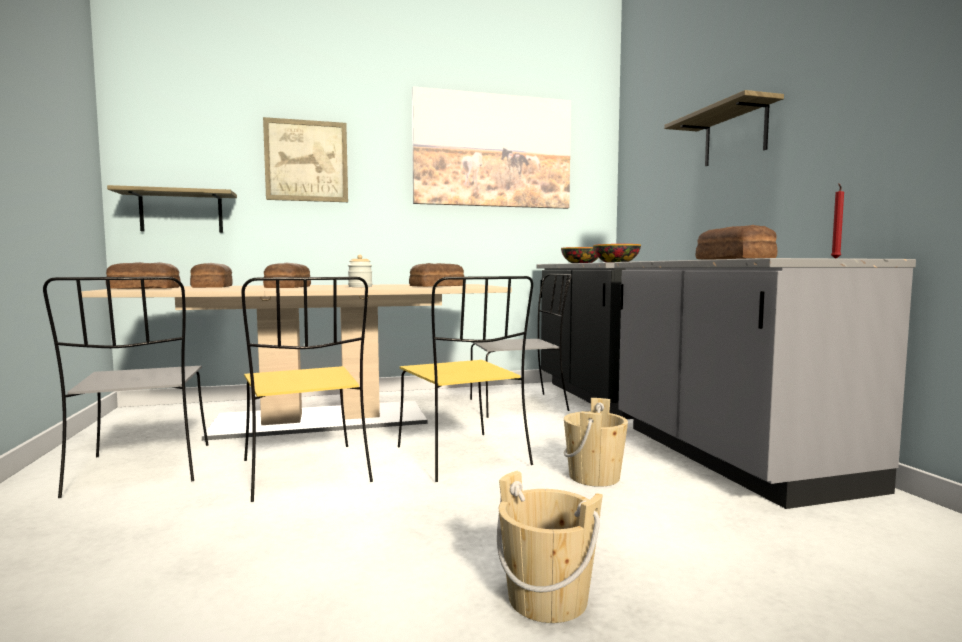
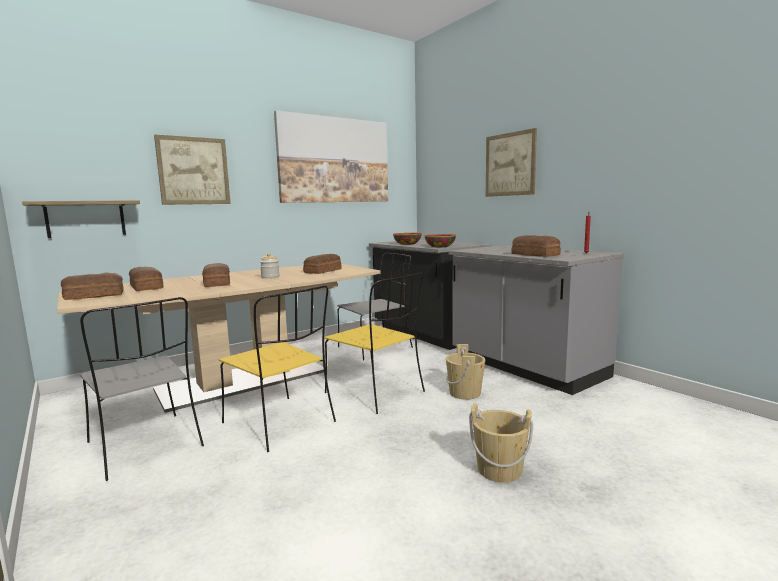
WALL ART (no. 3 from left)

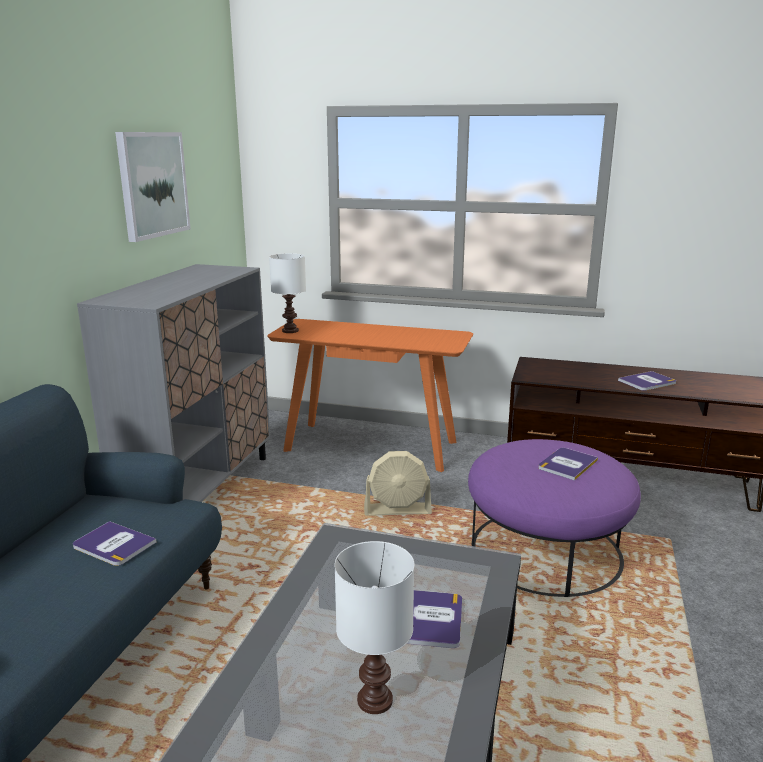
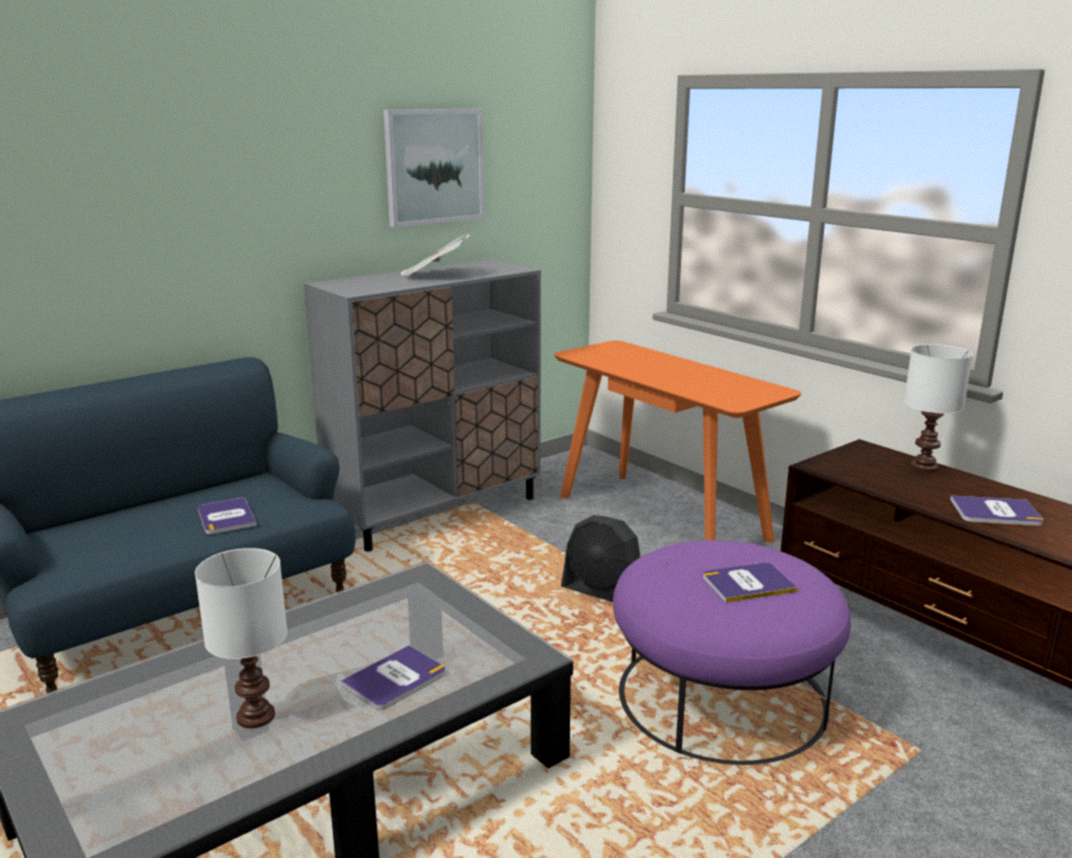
NEWSPAPER; WHITISH LAMP FOR A TABLE (no. 2 from left); BLACK-COLOURED ELECTRIC FAN

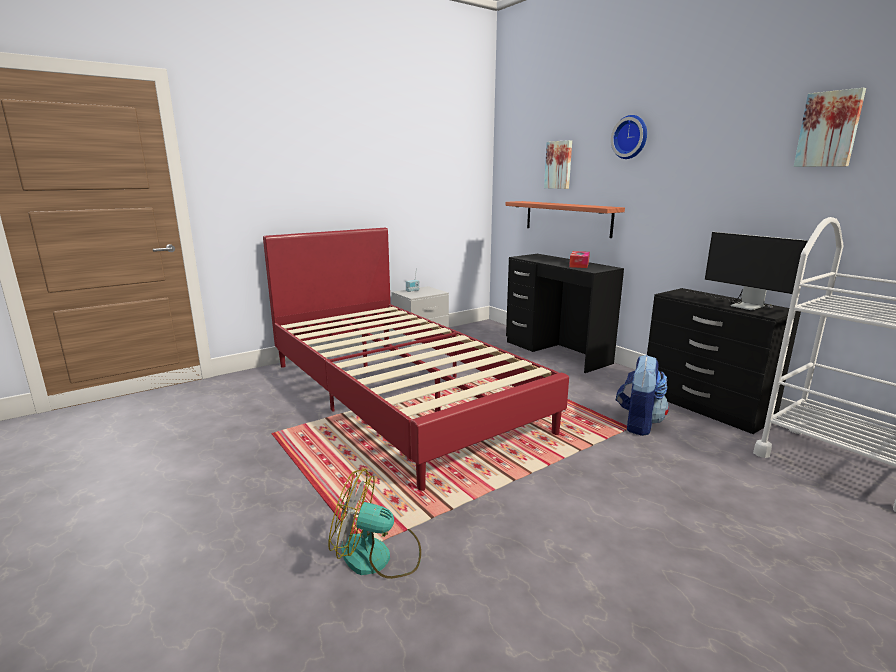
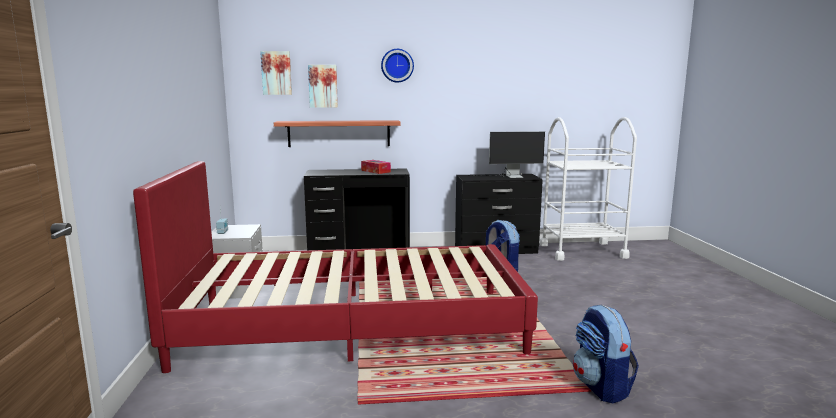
WALL ART (no. 1 from left); KNAPSACK (no. 2 from left)

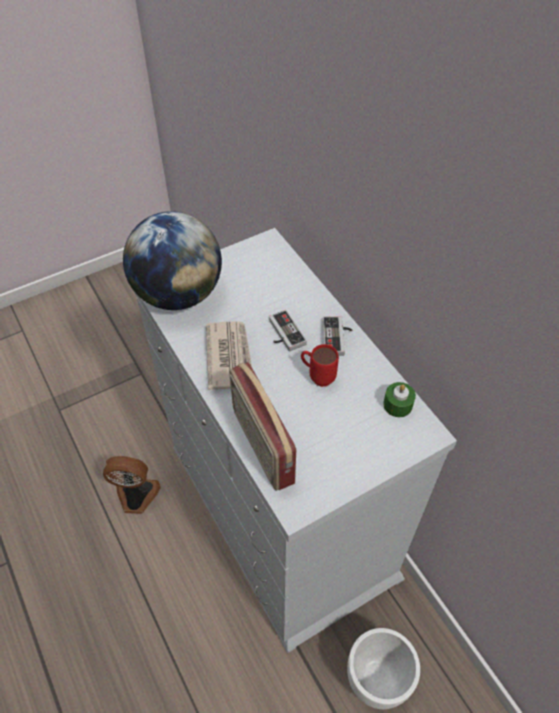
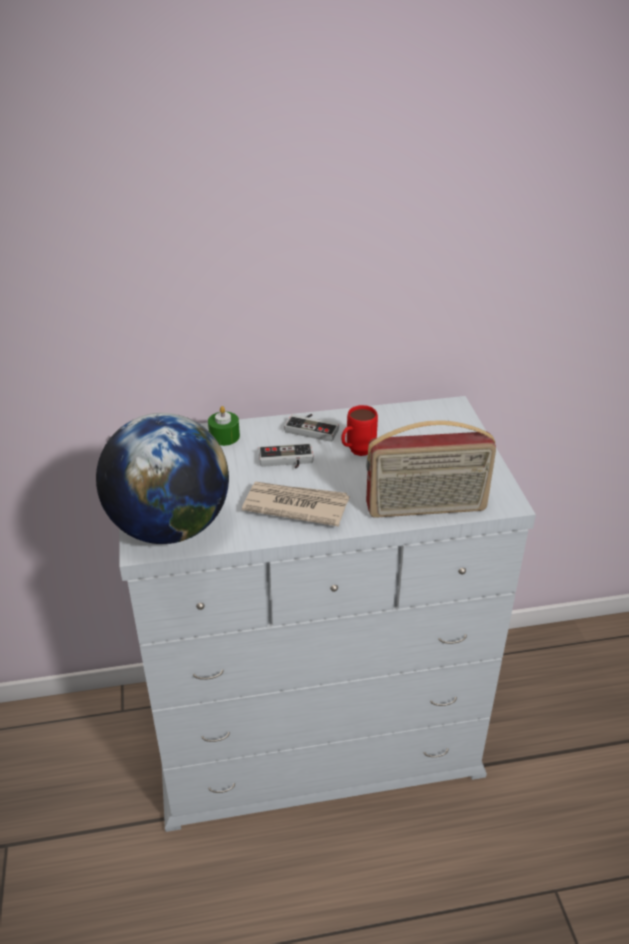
ELECTRIC FAN; WHITISH FLOWER POT; GREEN-COLOURED WAX LIGHT

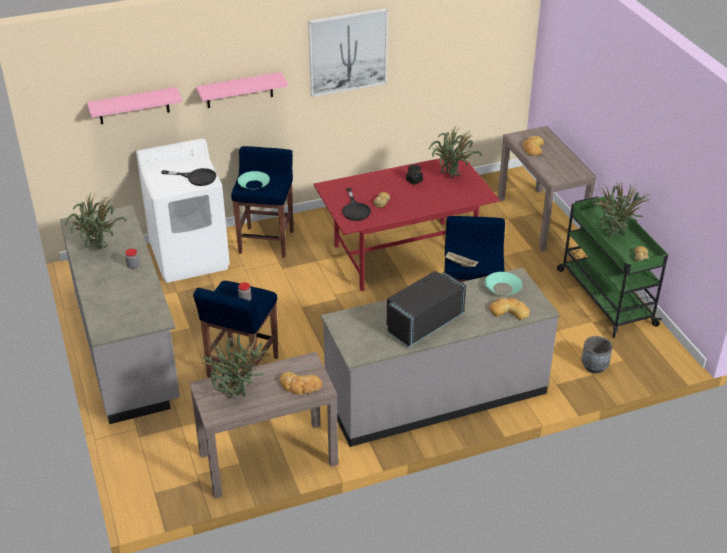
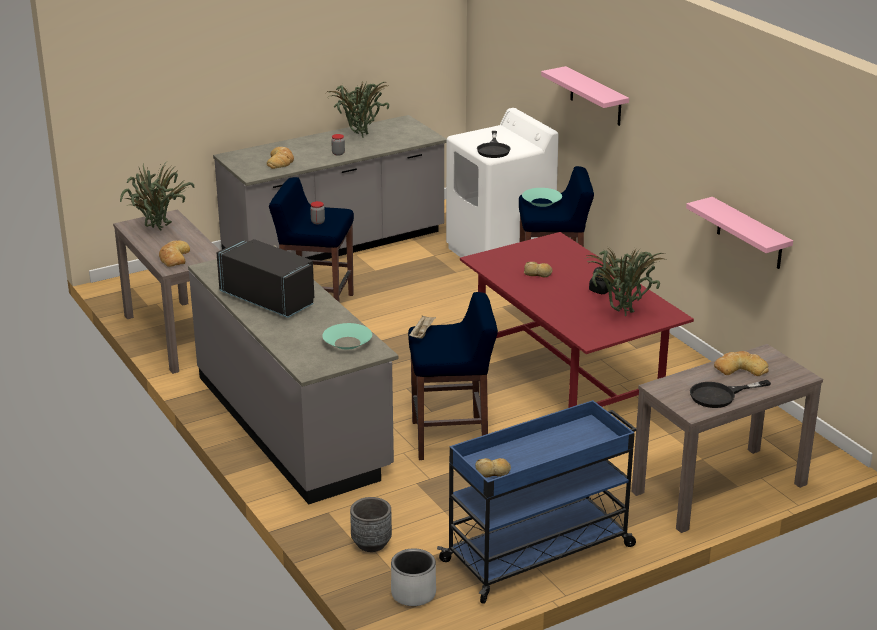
WALL ART; HOUSEPLANT (no. 4 from left in the first image); GRAY FLOWER POT (no. 2 from left); PINK-COLOURED SHELF (no. 2 from left); BLACK-COLOURED FRYING PAN (no. 2 from left); BAKED BREAD (no. 2 from left); BLUISH WHEELED CART

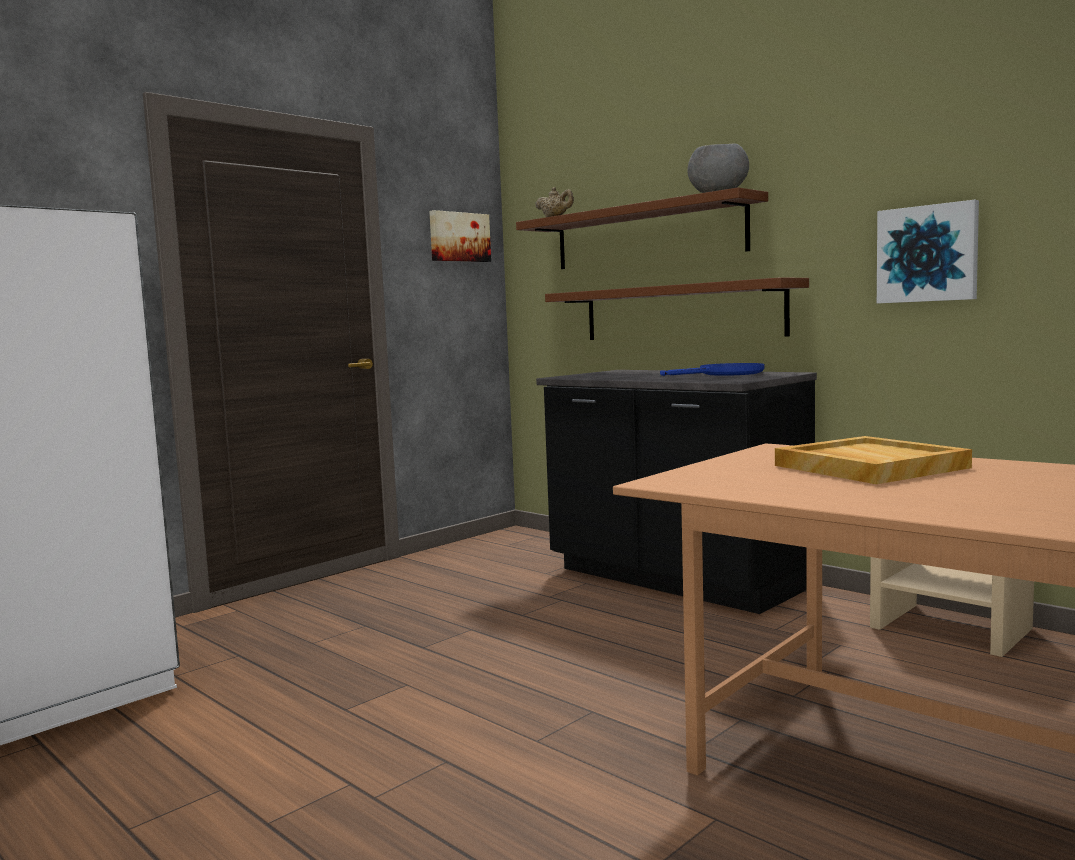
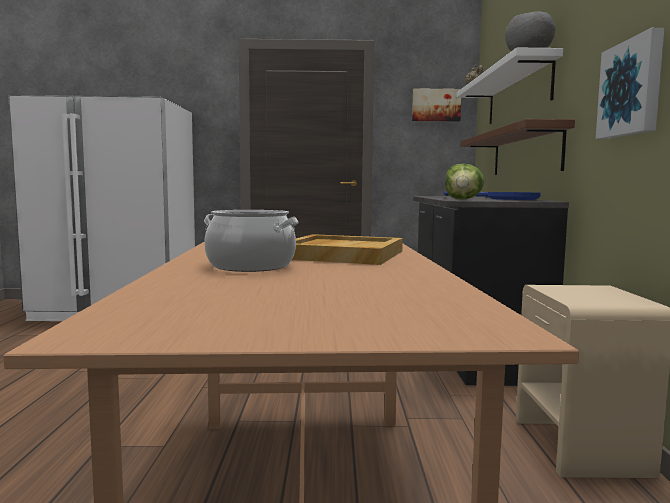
STOCKPOT; LETTUCE; WHITISH SHELF

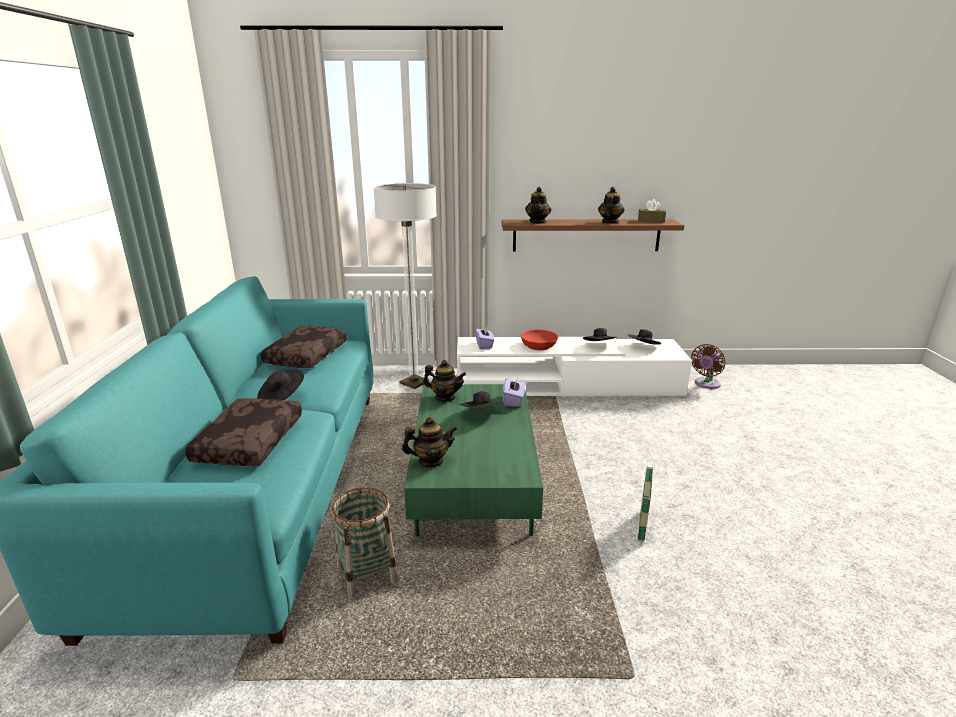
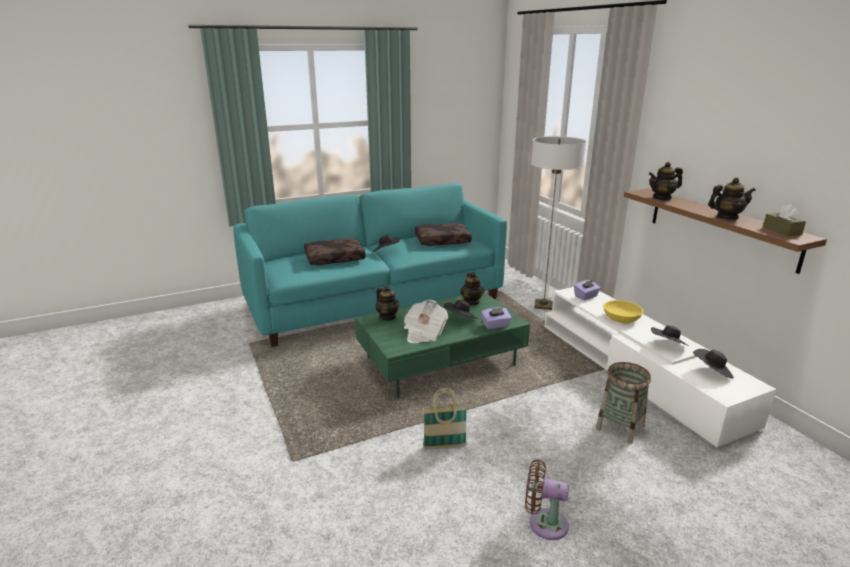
NEWSPAPER; BASKET (no. 2 from left); BROWNISH ELECTRIC FAN; YELLOW SERVING BOWL

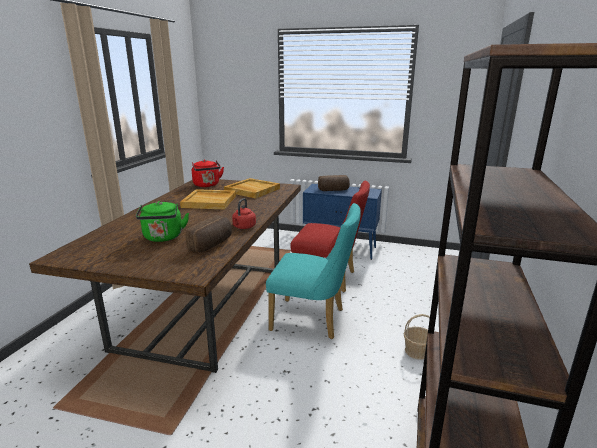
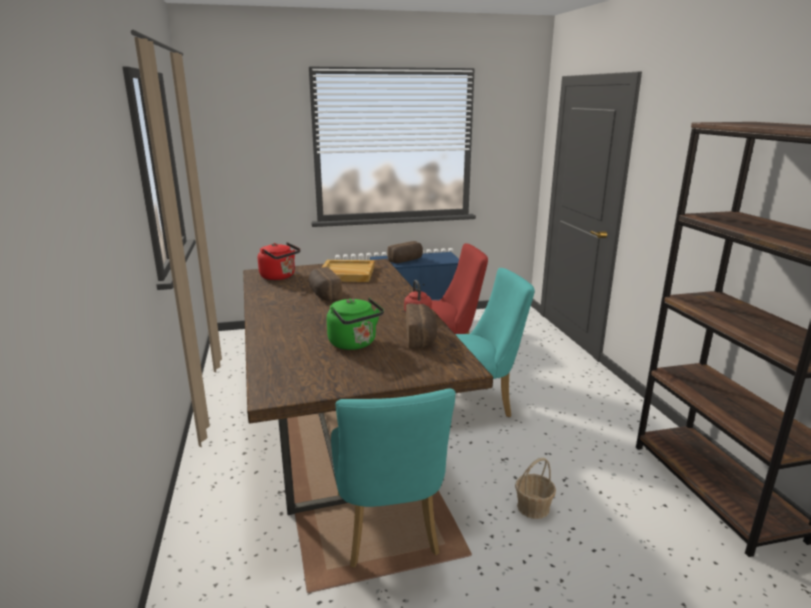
BLUE-GREEN PLAIN CHAIR (no. 1 from left); BASKET; BAKED BREAD (no. 1 from left)

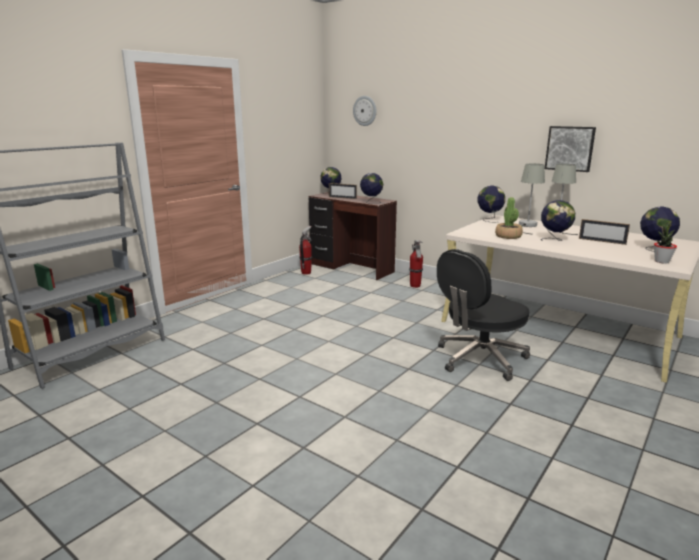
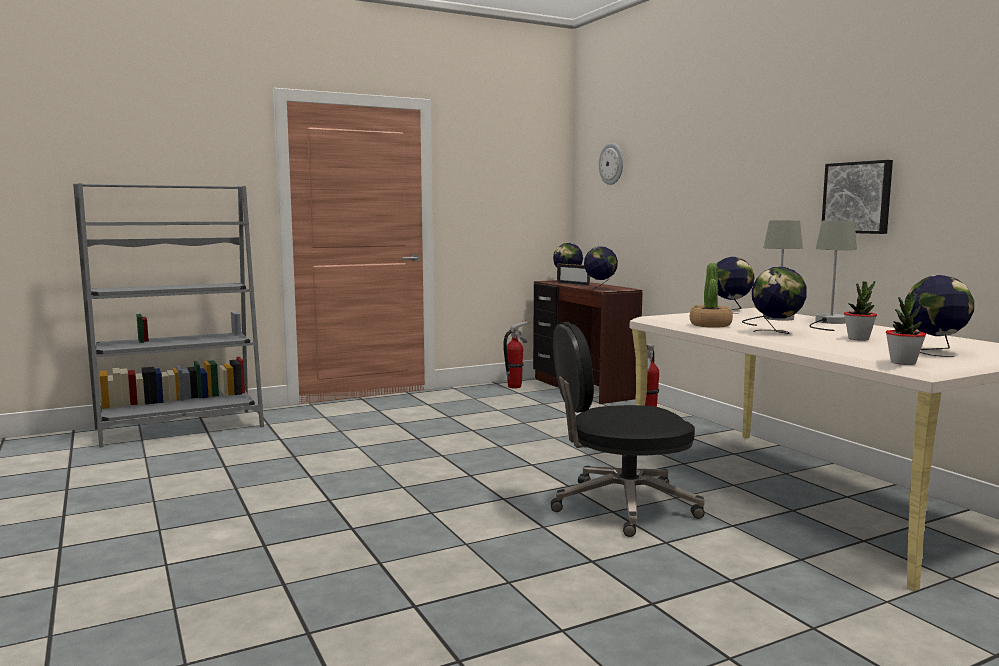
HOUSEPLANT (no. 2 from left)

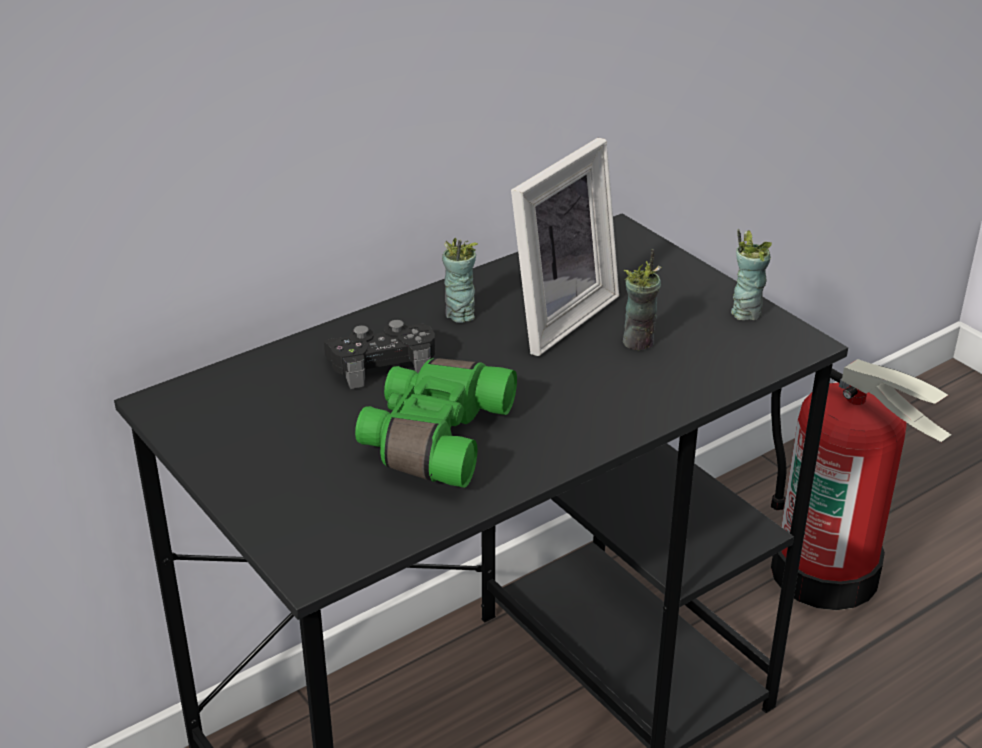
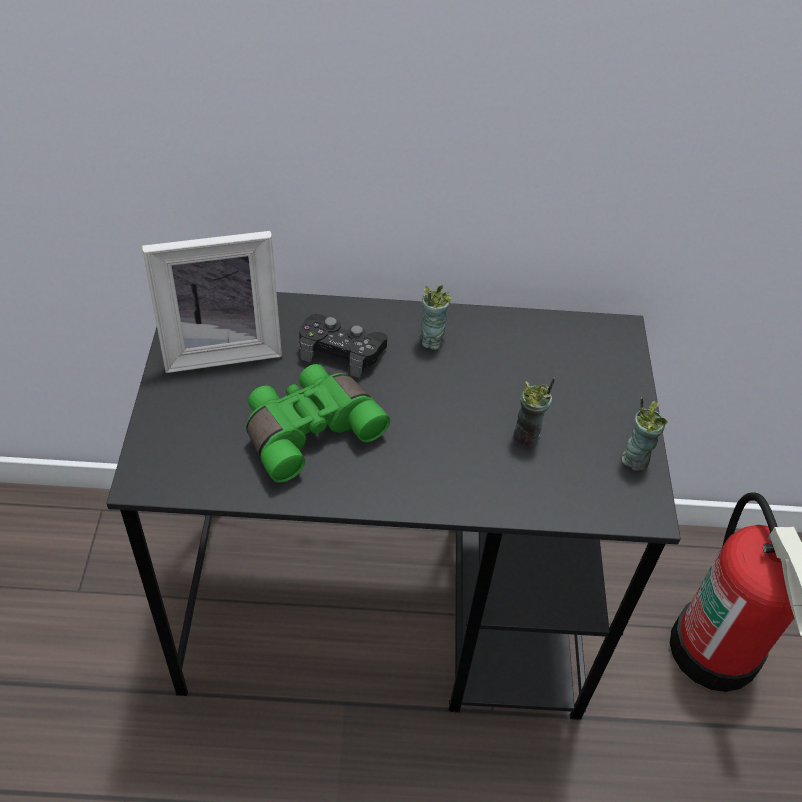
PHOTO FRAME

